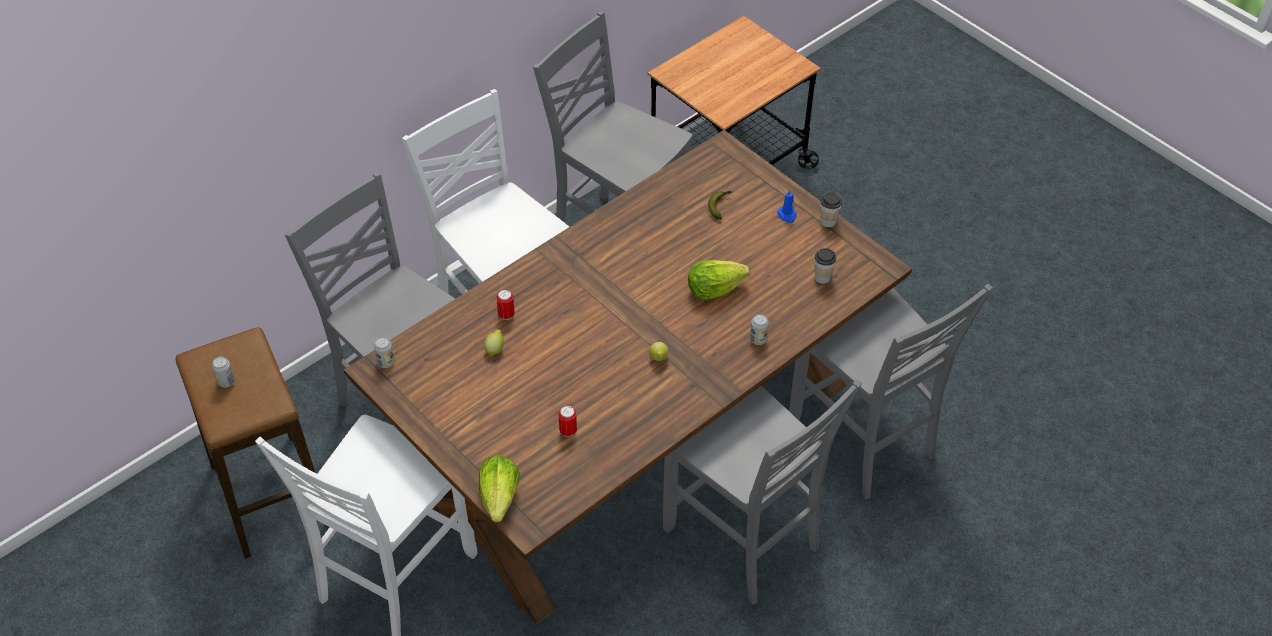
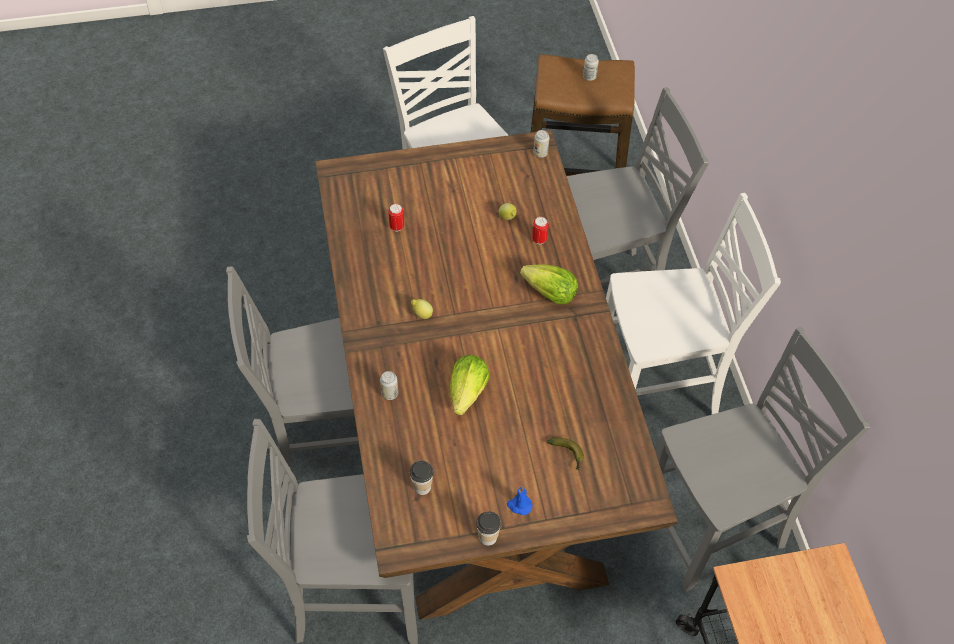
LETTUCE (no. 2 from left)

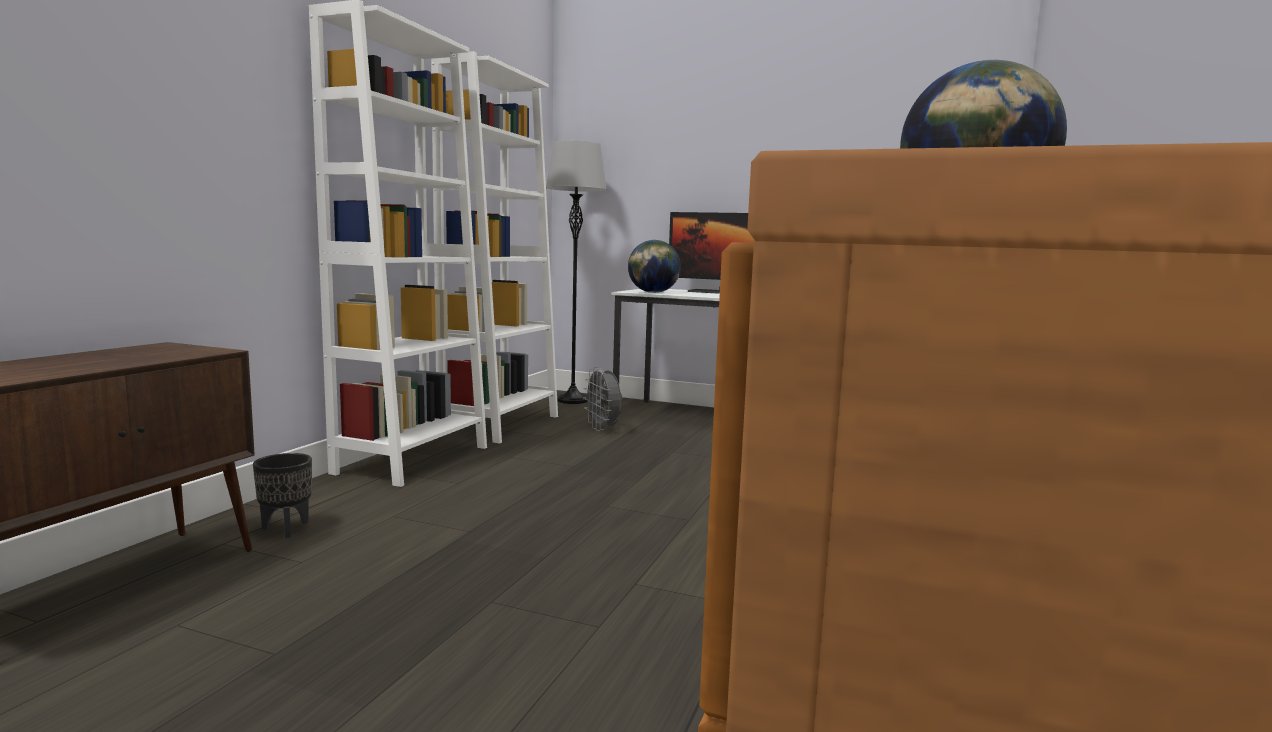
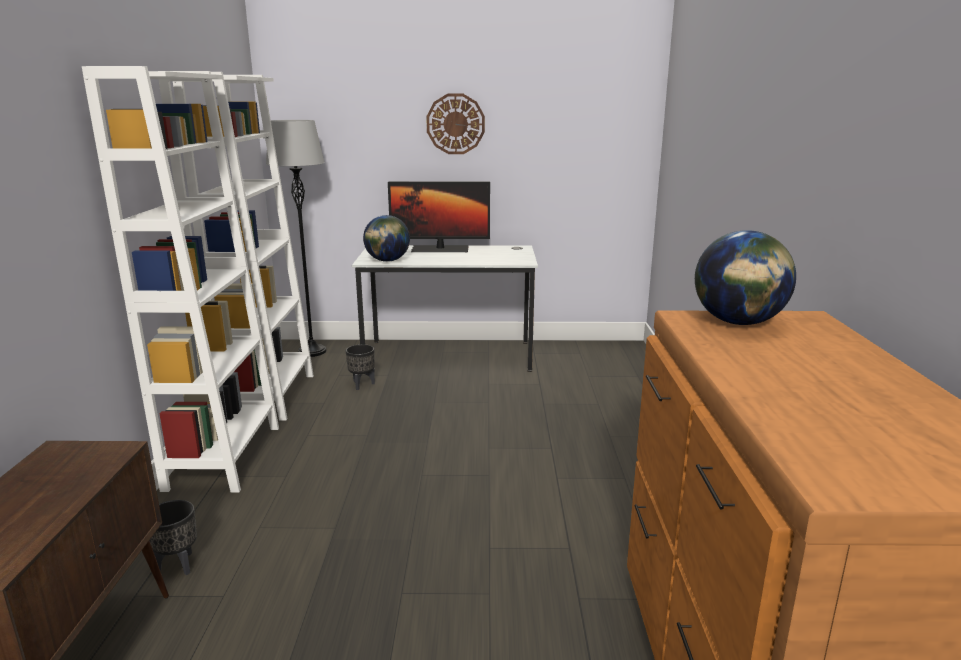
CLOCK ON THE WALL; BLACK-COLOURED FLOWER POT (no. 2 from left)

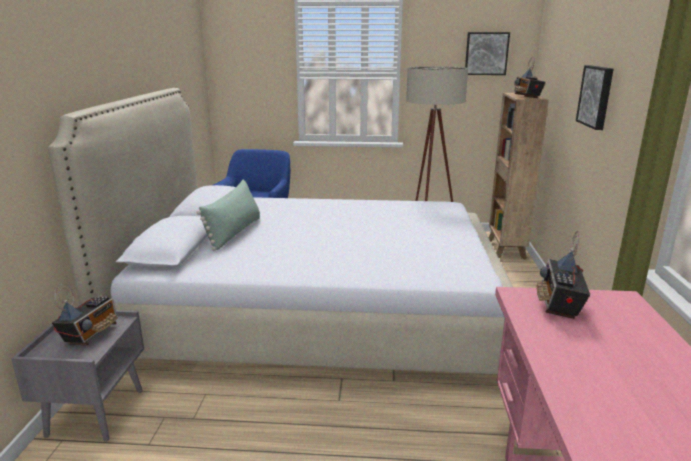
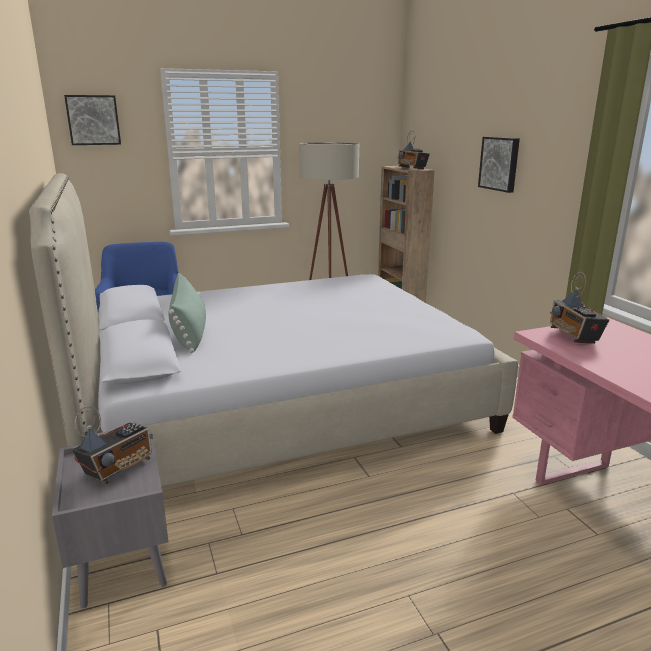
WALL ART (no. 1 from left); RADIO (no. 1 from left)

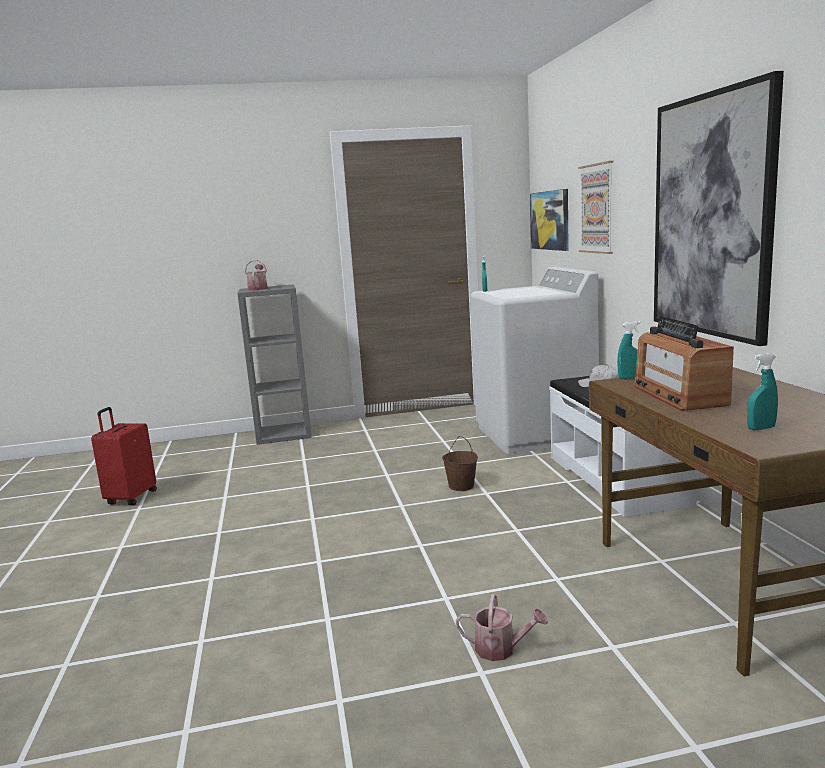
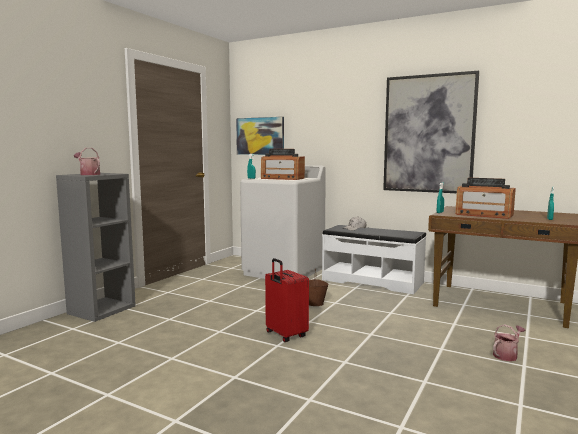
WALL ART (no. 2 from left in the first image); RADIO (no. 1 from left); RED TRAVEL CASE

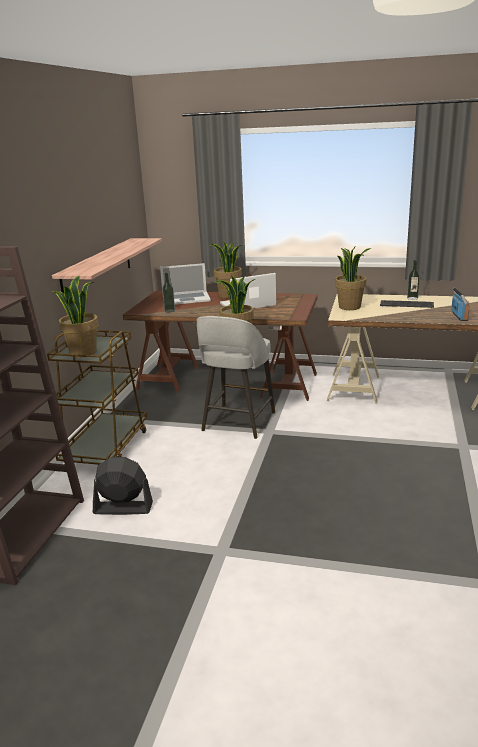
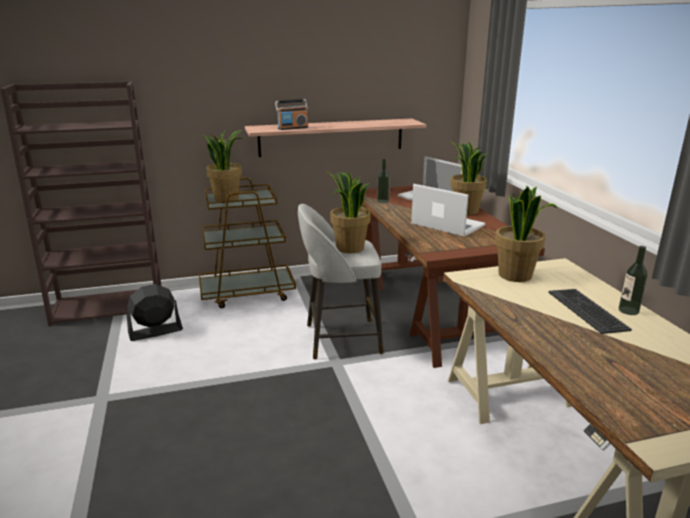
RADIO; BLACK-COLOURED ELECTRIC FAN

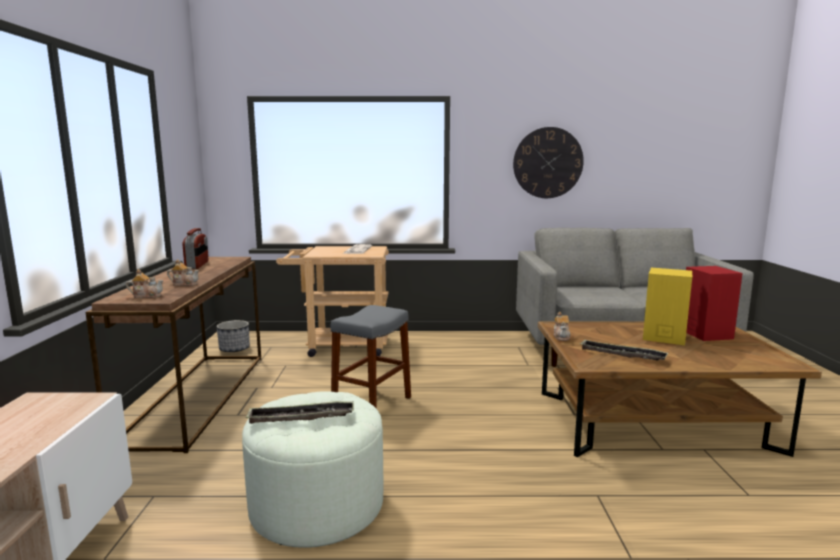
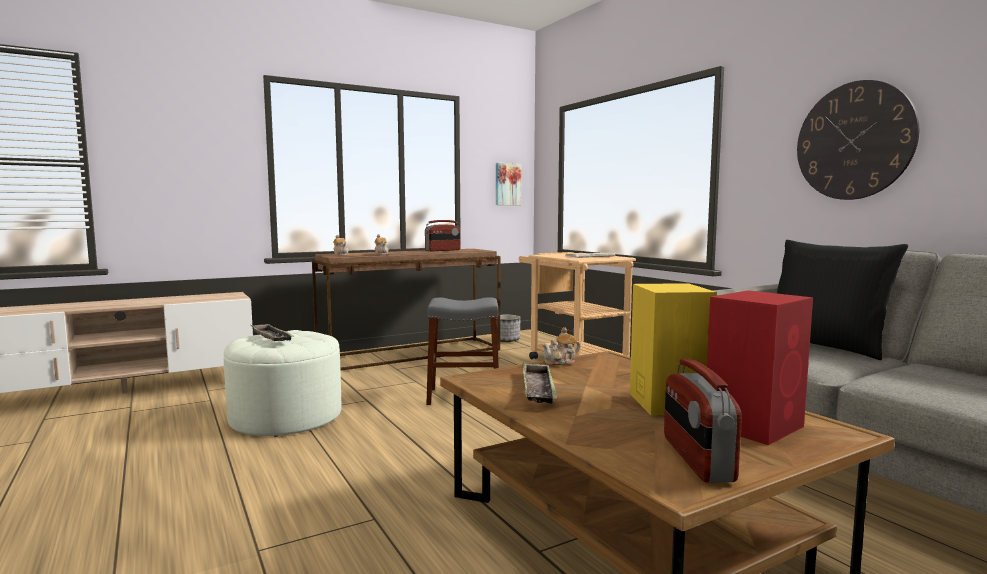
WALL ART; RADIO (no. 2 from left); BLACK-COLOURED THROW PILLOW

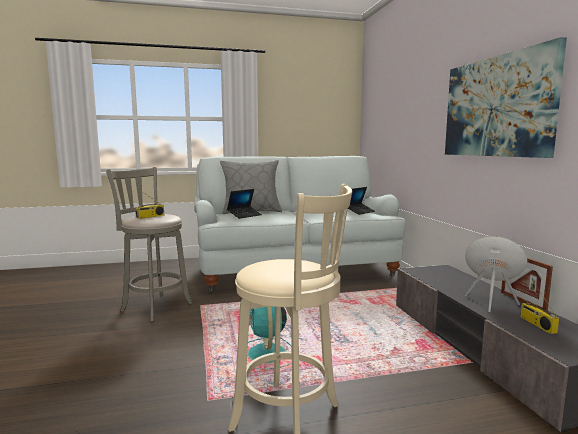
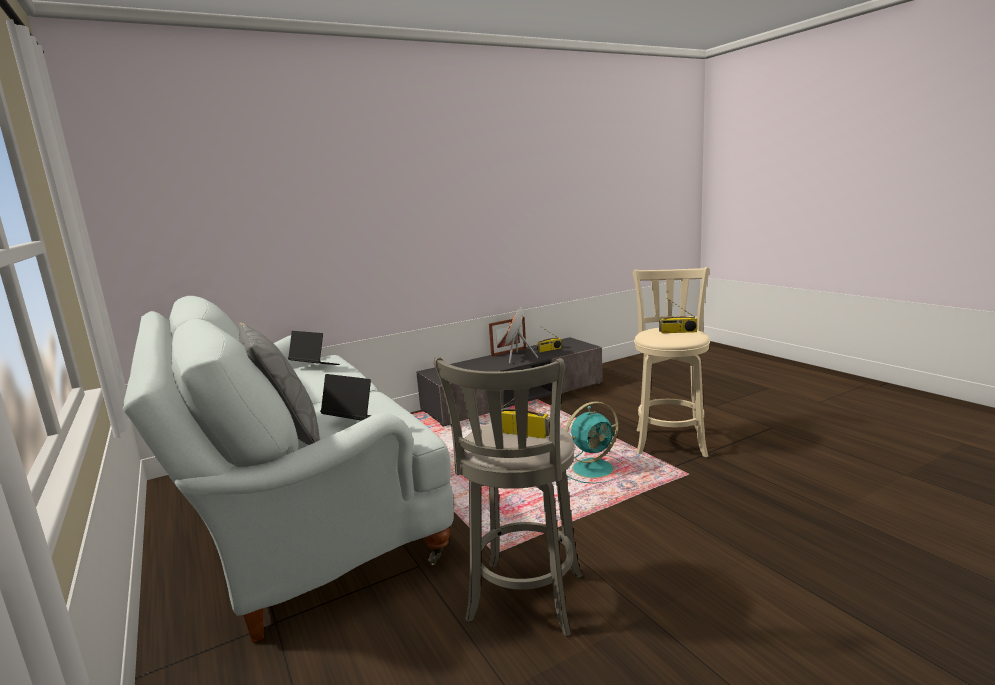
WALL ART; RADIO (no. 3 from left)

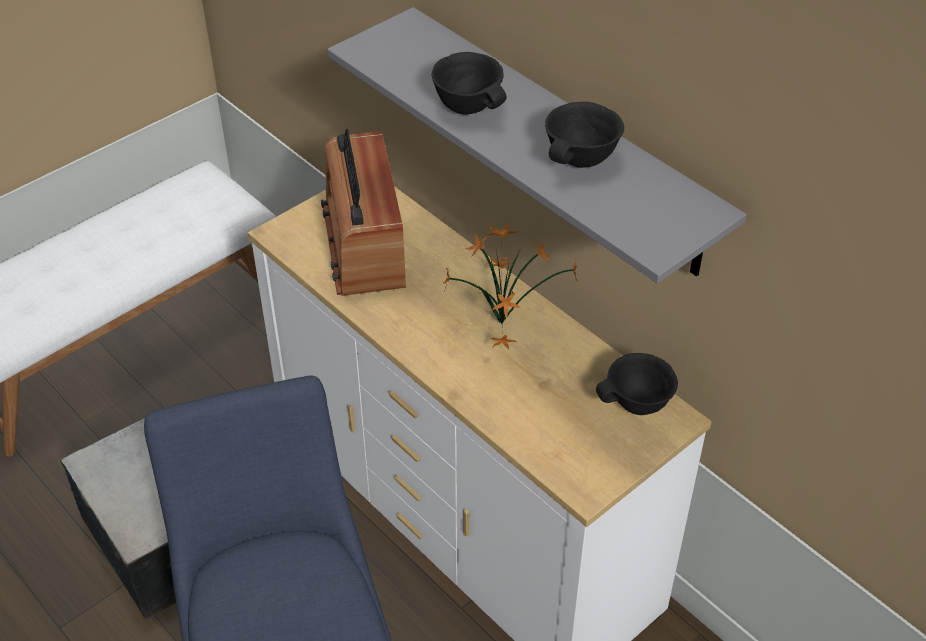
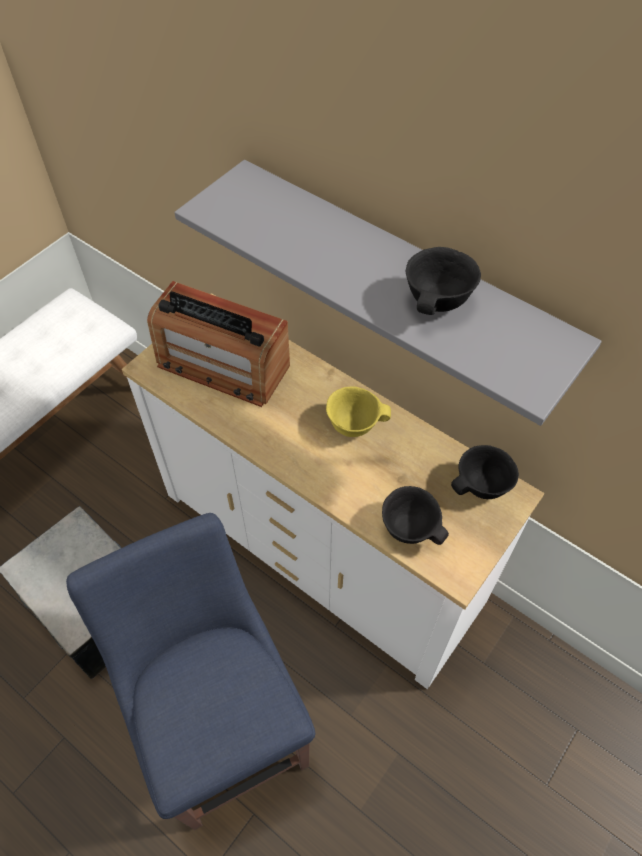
BLACK-COLOURED SERVING BOWL (no. 1 from left); YELLOW SERVING BOWL; RADIO

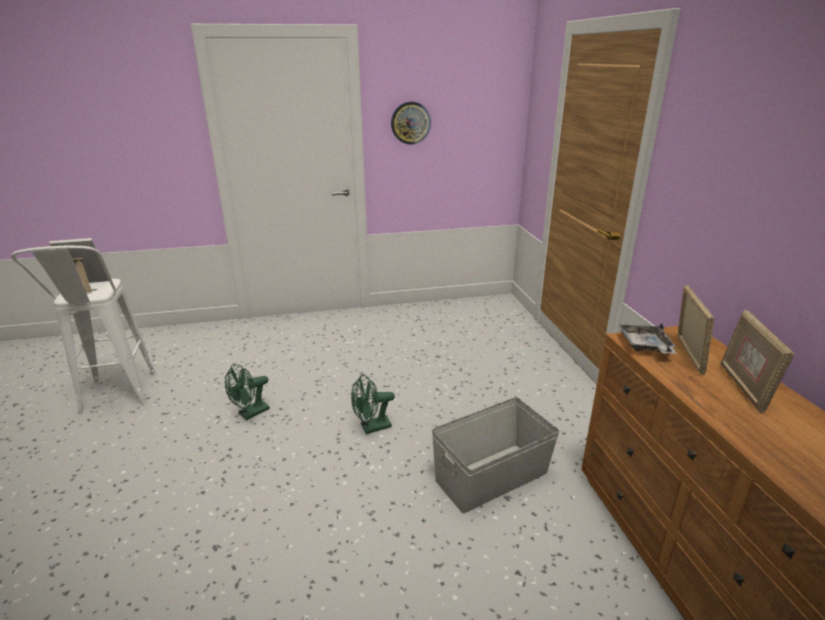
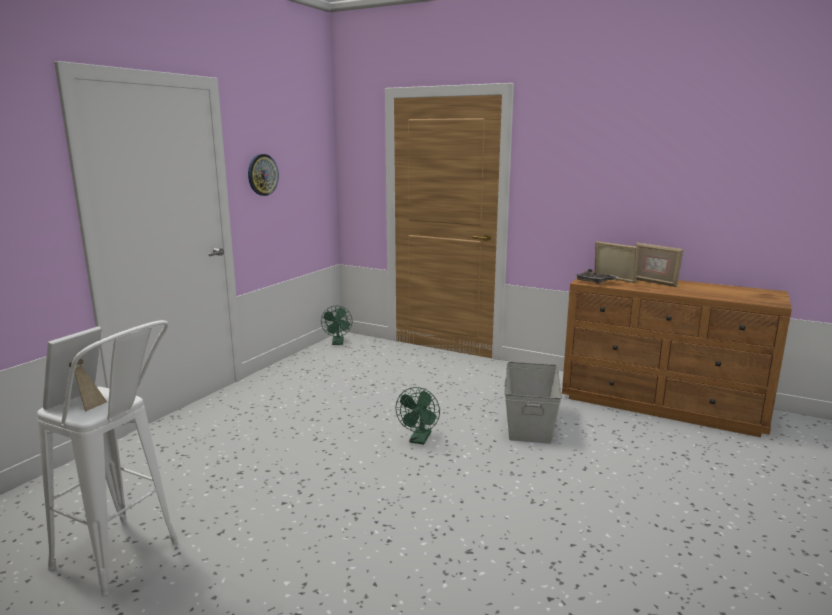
GREEN-COLOURED ELECTRIC FAN (no. 1 from left)

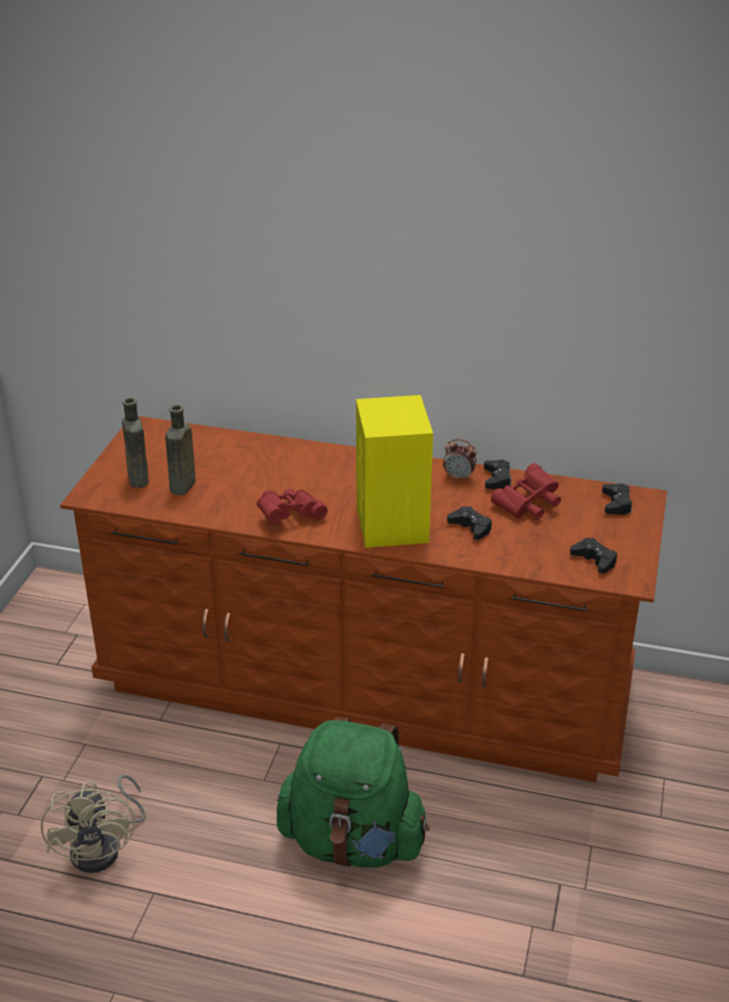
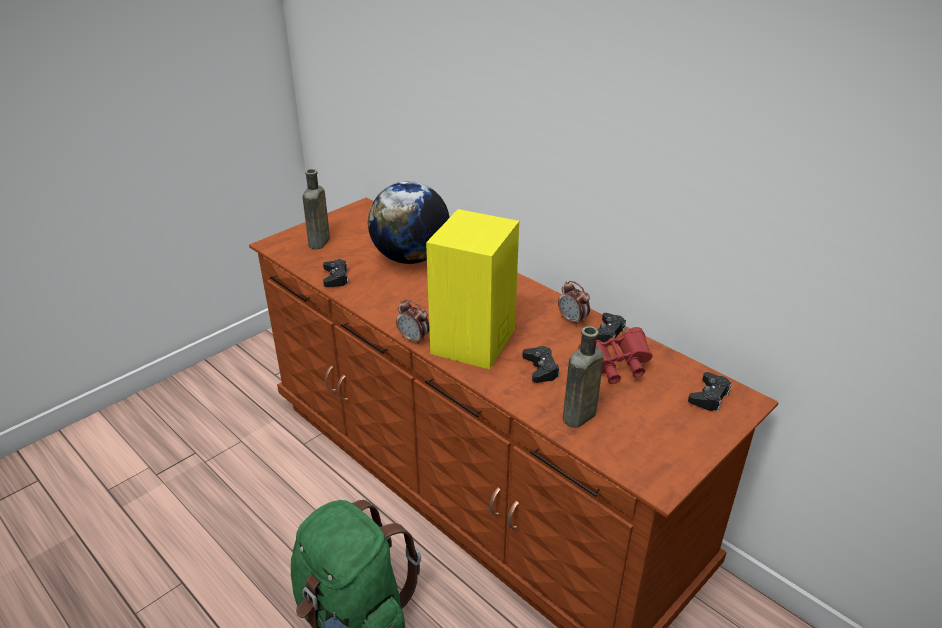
BEIGE-COLOURED ELECTRIC FAN; RED BINOCULARS (no. 1 from left in the first image); DESK GLOBE; TABLE CLOCK (no. 1 from left); BROWNISH DRINK BOTTLE (no. 2 from left); BLACK-COLOURED GAMEPAD (no. 1 from left)

